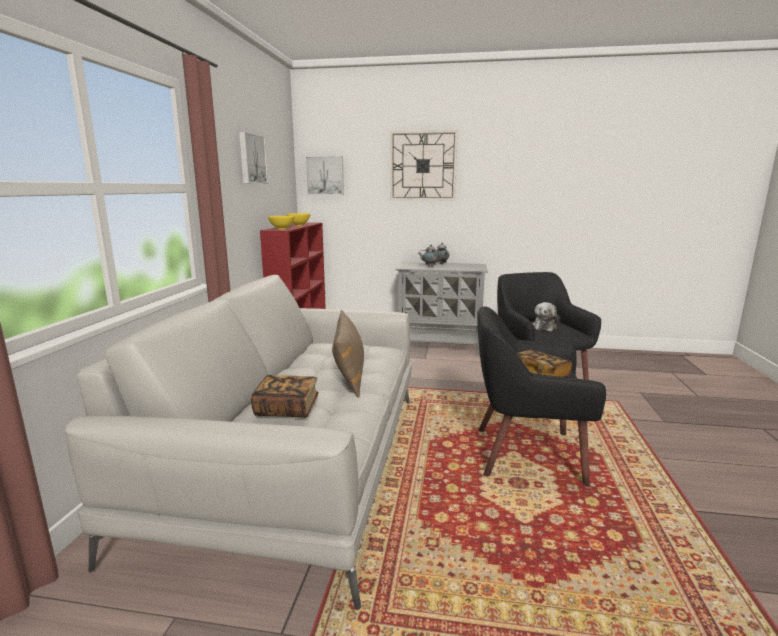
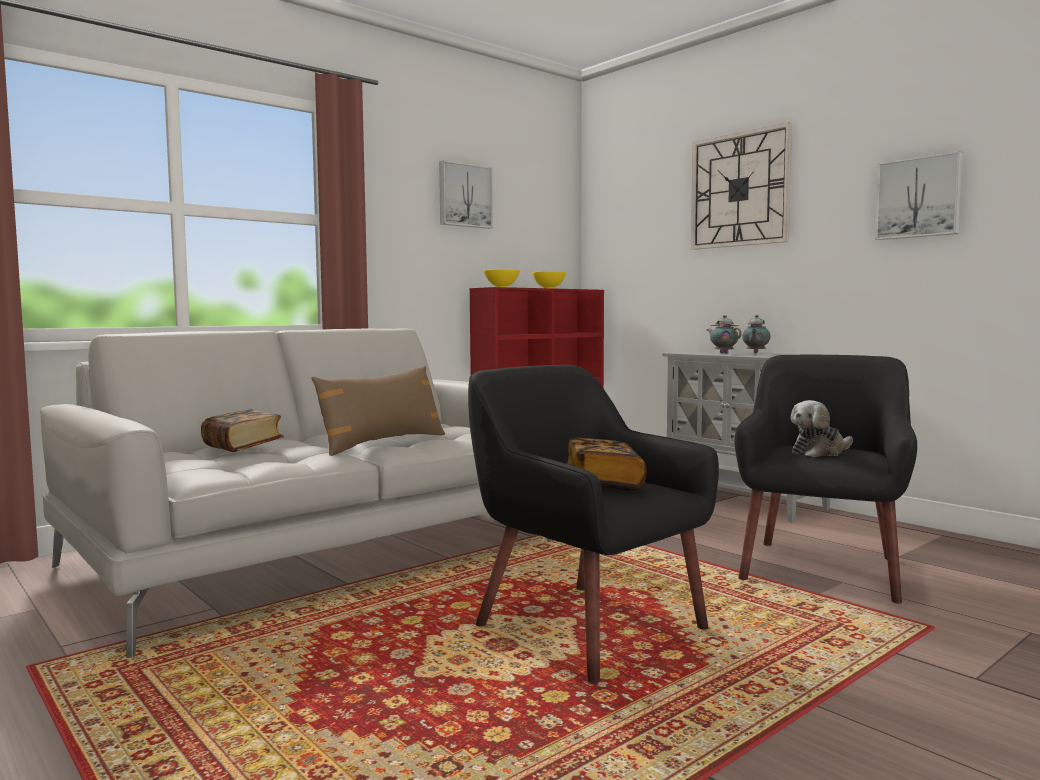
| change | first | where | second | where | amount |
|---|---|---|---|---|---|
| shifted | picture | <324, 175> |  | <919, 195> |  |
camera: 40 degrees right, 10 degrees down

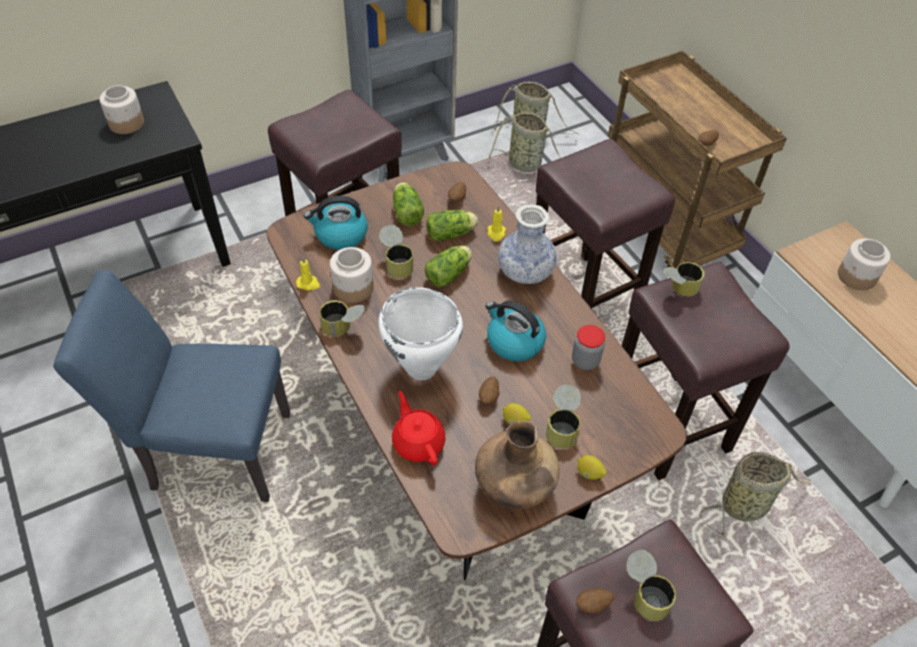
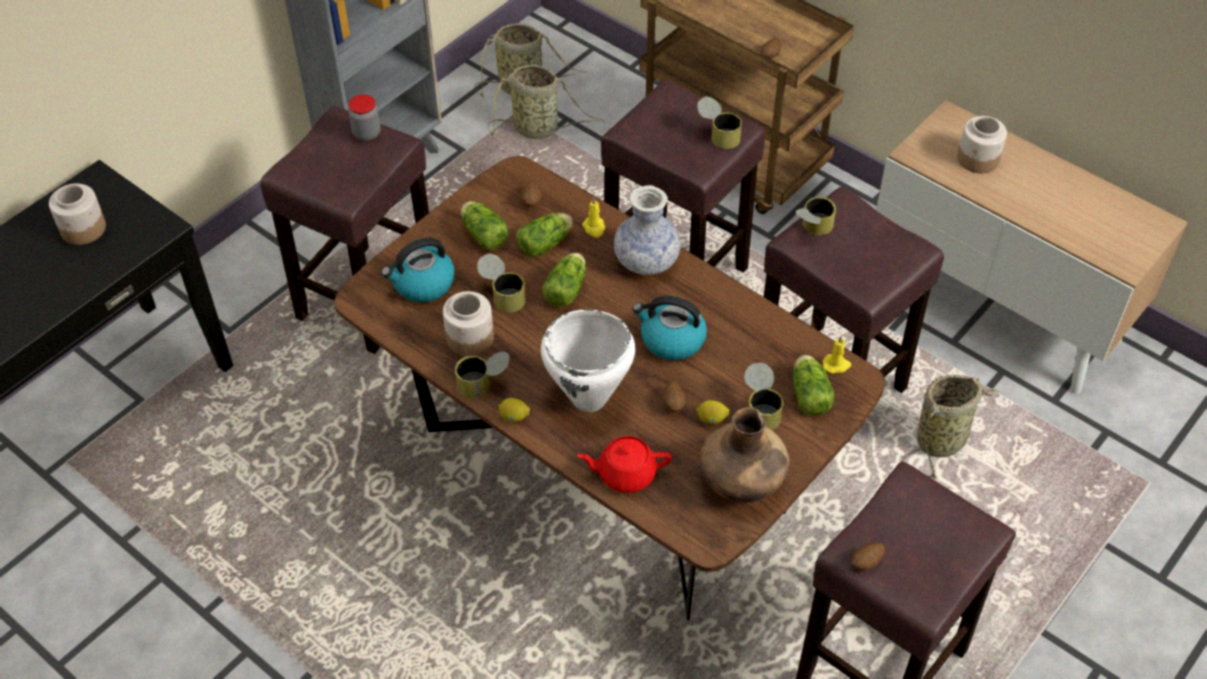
| change | first | where | second | where | amount |
|---|---|---|---|---|---|
| gone | chair/blue | <171, 386> |  |  |  |
| new |  |  | head of lettuce | <813, 385> |  |
| shifted | candle/yellow | <308, 274> |  | <836, 354> |  |
| shifted | preserve jar | <588, 347> |  | <364, 117> |  |
| shifted | citrus fruit | <592, 467> |  | <514, 410> |  |
| shifted | sealed can | <651, 585> |  | <719, 123> |  |
| rotated | teapot/red-coloured | <419, 428> |  | <624, 464> | 45 degrees counterclockwise |
camera: 20 degrees left, 0 degrees up

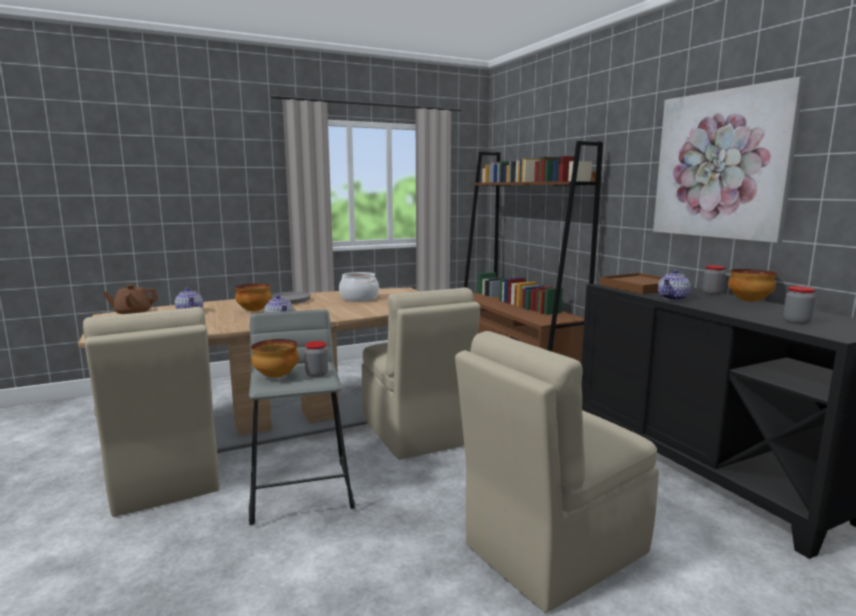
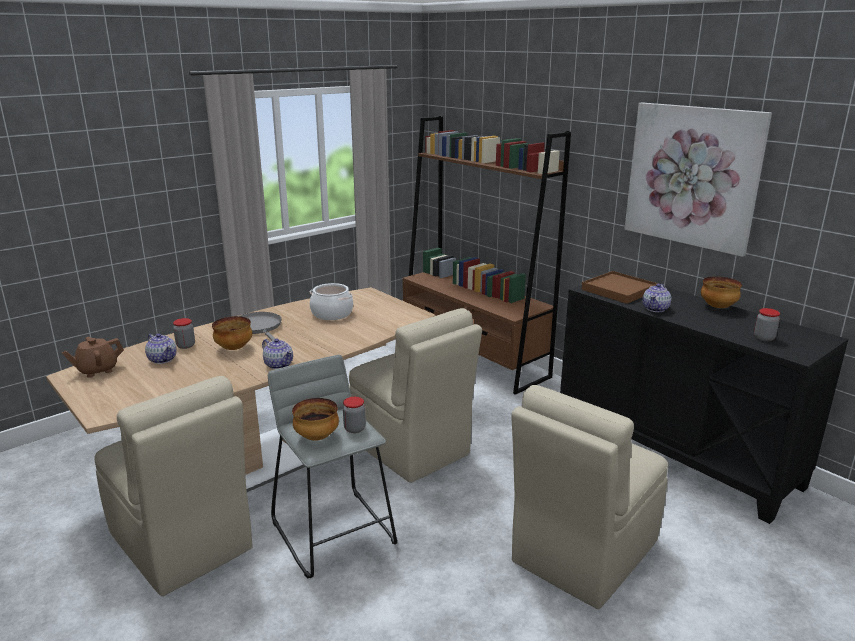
| change | first | where | second | where | amount |
|---|---|---|---|---|---|
| shifted | preserve jar | <714, 280> |  | <184, 333> |  |
camera: 15 degrees left, 10 degrees up

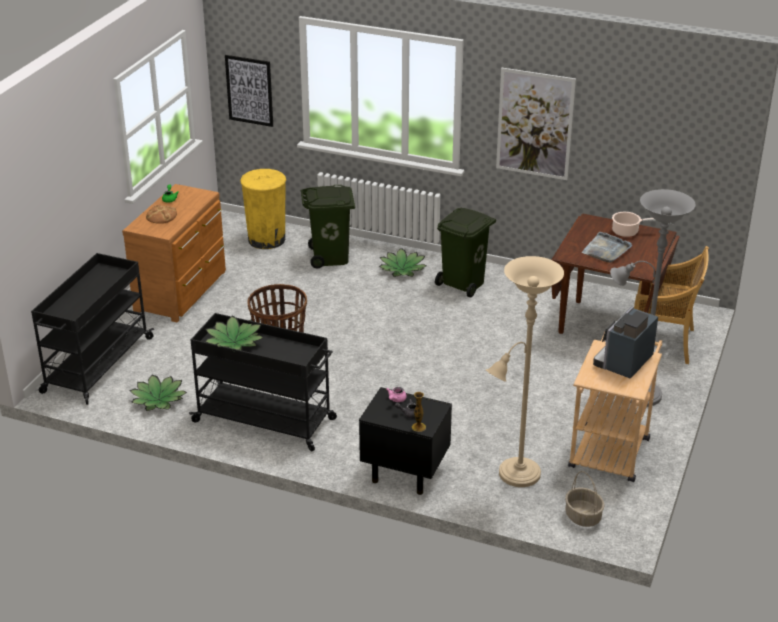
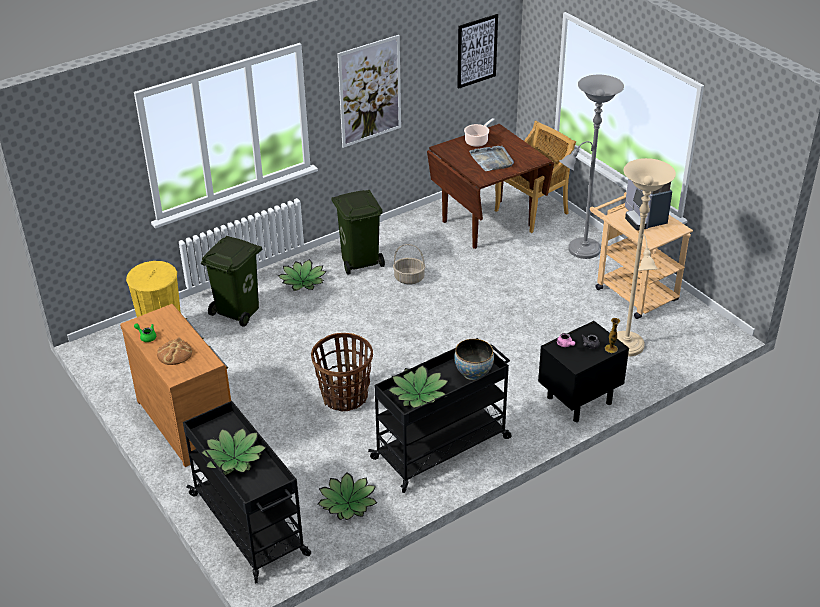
| change | first | where | second | where | amount |
|---|---|---|---|---|---|
| new |  |  | plant in a pot | <233, 451> |  |
| new |  |  | bowl | <474, 359> |  |
| shifted | picture | <249, 91> |  | <477, 51> |  |
| shifted | household basket | <585, 499> |  | <409, 264> |  |
camera: 55 degrees left, 5 degrees up

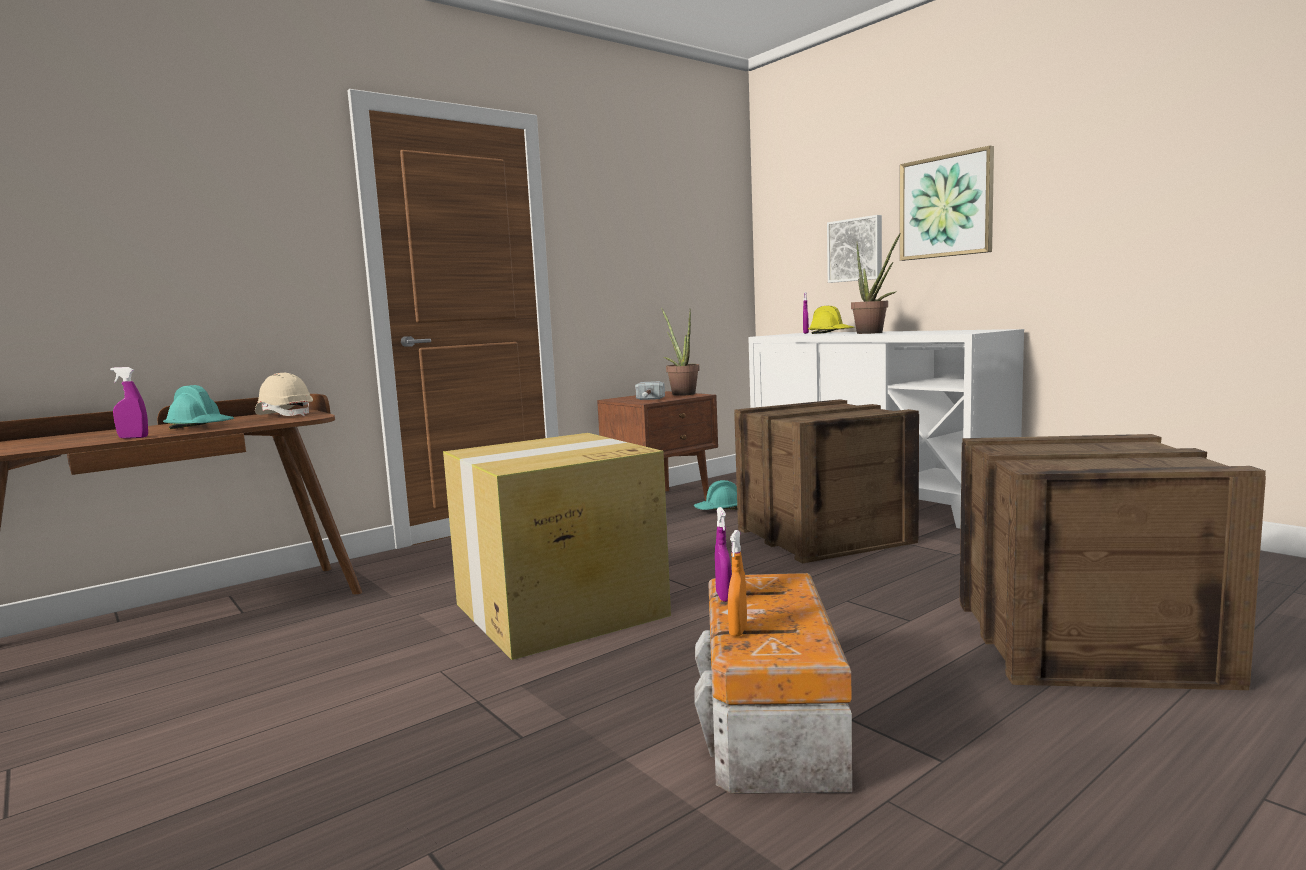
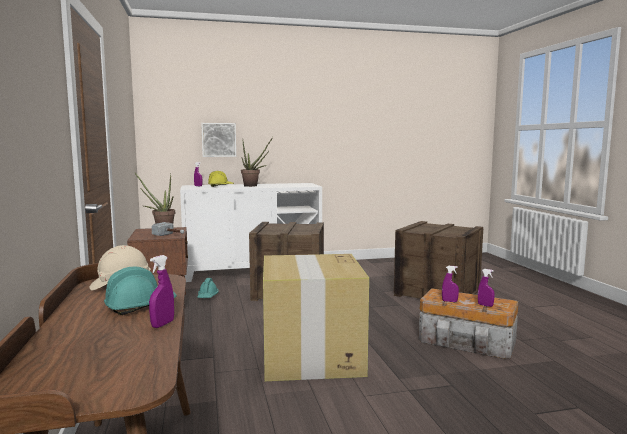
| change | first | where | second | where | amount |
|---|---|---|---|---|---|
| gone | picture | <947, 203> |  |  |  |
| repainted | spray bottle/orange-coloured | <737, 583> | spray bottle/purplish | <486, 288> |  |
camera: 65 degrees left, 0 degrees up

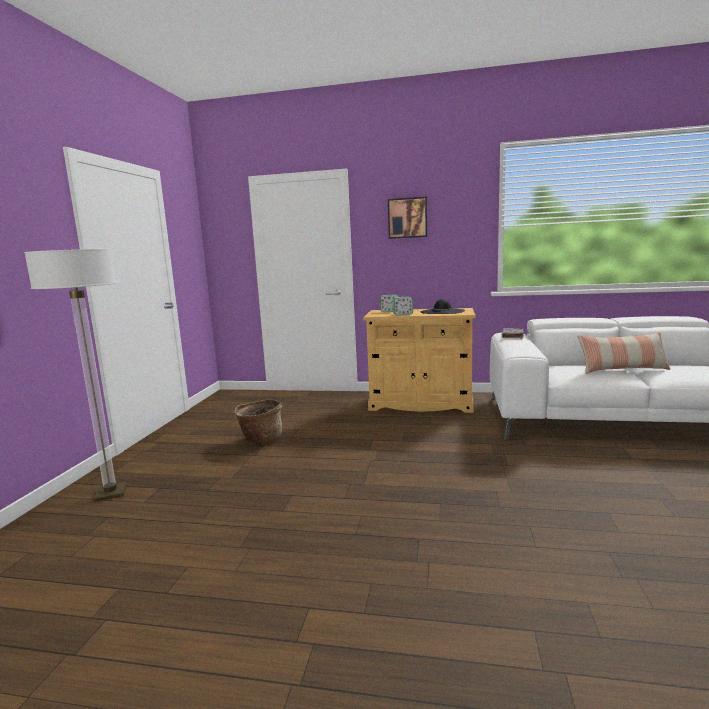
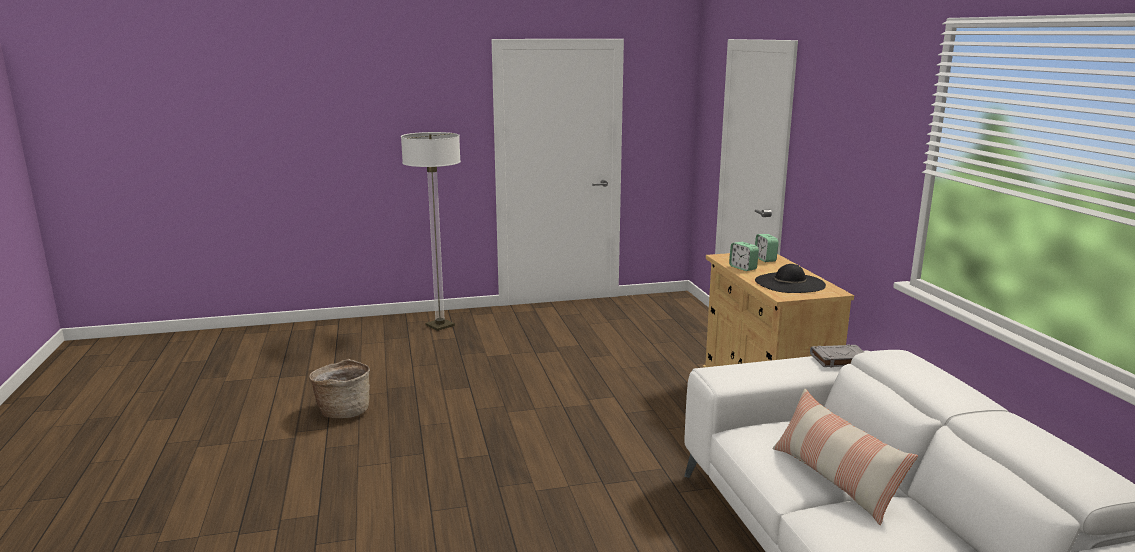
| change | first | where | second | where | amount |
|---|---|---|---|---|---|
| gone | picture | <407, 218> |  |  |  |
| shifted | household basket | <258, 422> |  | <339, 388> |  |
camera: 65 degrees right, 5 degrees up

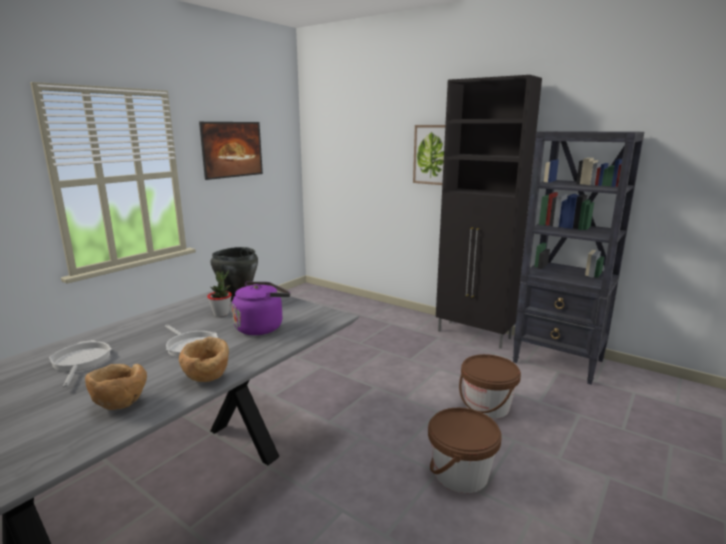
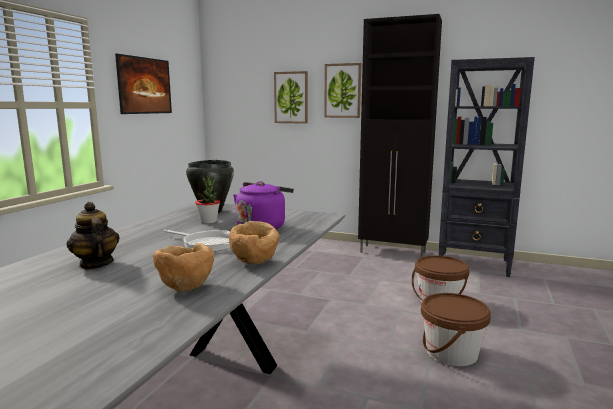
| change | first | where | second | where | amount |
|---|---|---|---|---|---|
| new |  |  | picture | <291, 97> |  |
| swapped | frying pan | <80, 364> | teapot | <93, 235> |  |
camera: 15 degrees left, 5 degrees down

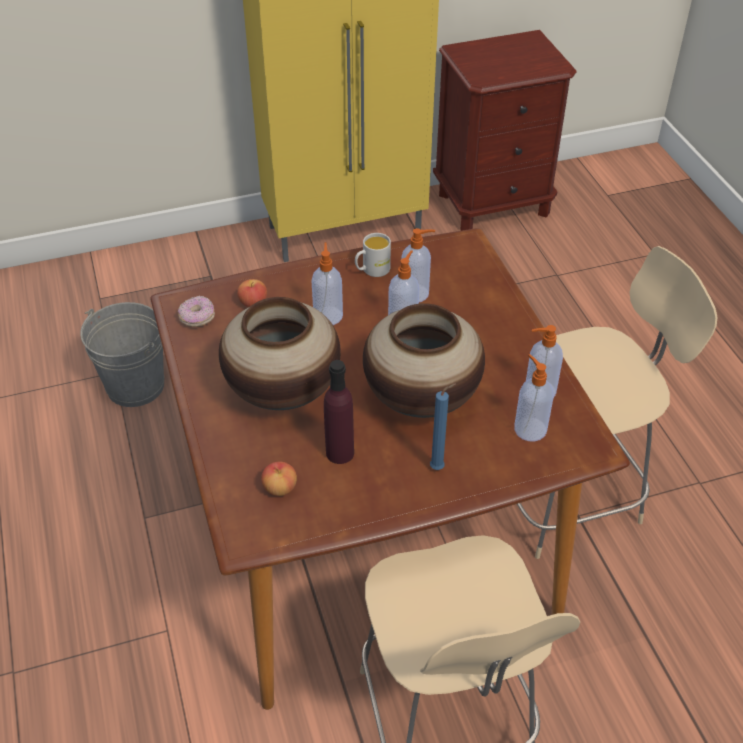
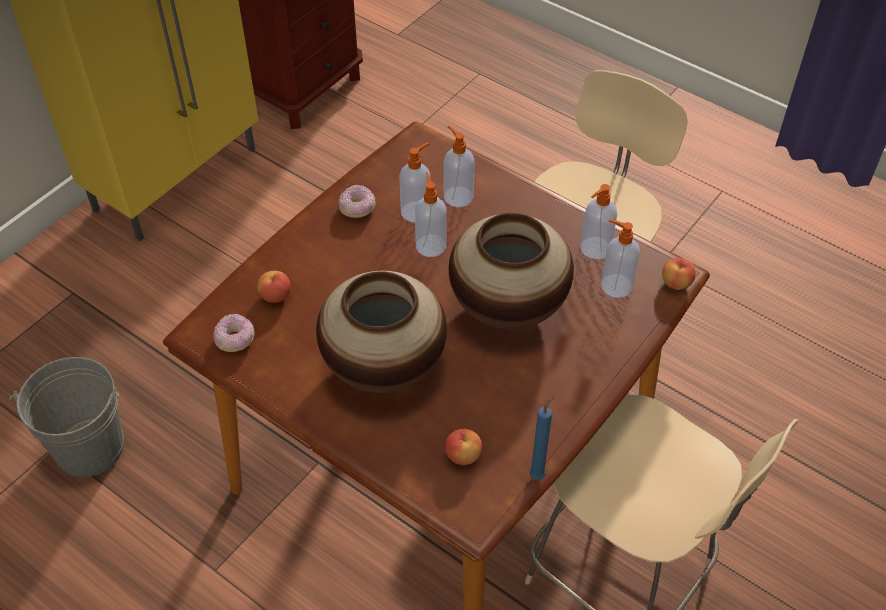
| change | first | where | second | where | amount |
|---|---|---|---|---|---|
| gone | bottle/purplish | <339, 412> |  |  |  |
| new |  |  | apple | <679, 274> |  |
| shifted | liquid soap bottle | <327, 283> |  | <459, 166> |  |
| shifted | candle/blue | <442, 427> |  | <541, 437> |  |
| swapped | coffee mug/white | <373, 255> | donut | <357, 201> |  |
camera: 35 degrees left, 5 degrees up

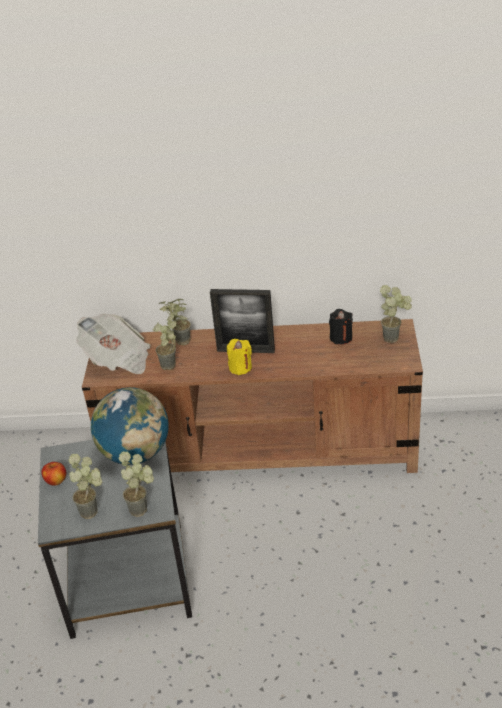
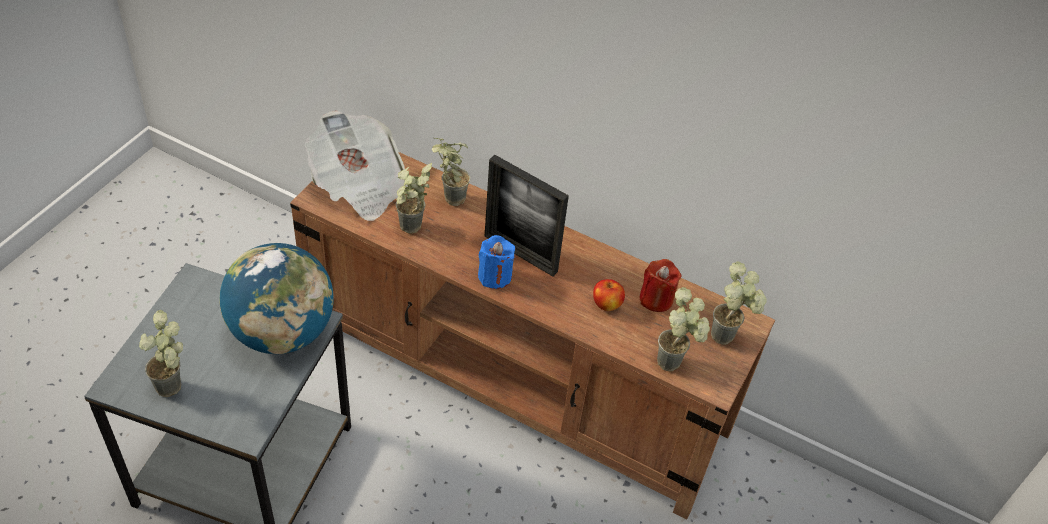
| change | first | where | second | where | amount |
|---|---|---|---|---|---|
| shifted | apple | <53, 474> |  | <609, 295> |  |
| shifted | plant in a pot | <136, 484> |  | <683, 329> |  |
| repainted | candle/yellow | <239, 357> | candle/blue | <496, 262> |  |
| repainted | candle/blackish | <341, 326> | candle/red-coloured | <660, 285> |  |
camera: 20 degrees right, 10 degrees up

